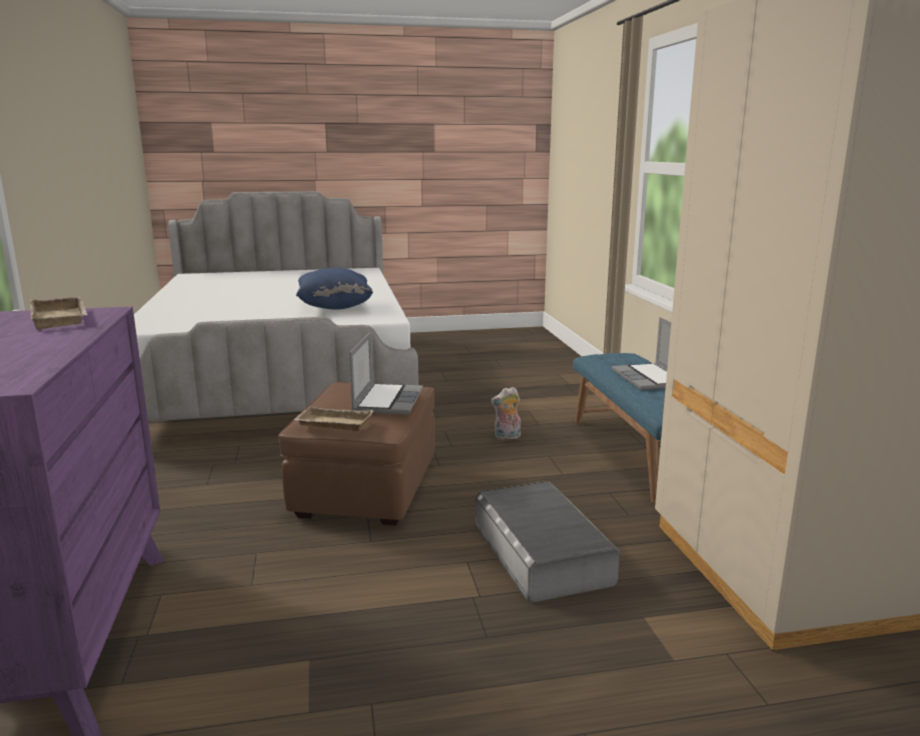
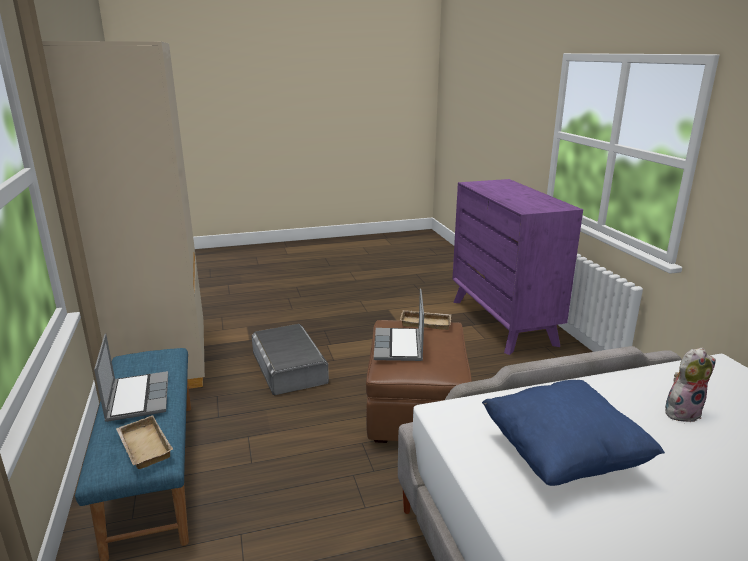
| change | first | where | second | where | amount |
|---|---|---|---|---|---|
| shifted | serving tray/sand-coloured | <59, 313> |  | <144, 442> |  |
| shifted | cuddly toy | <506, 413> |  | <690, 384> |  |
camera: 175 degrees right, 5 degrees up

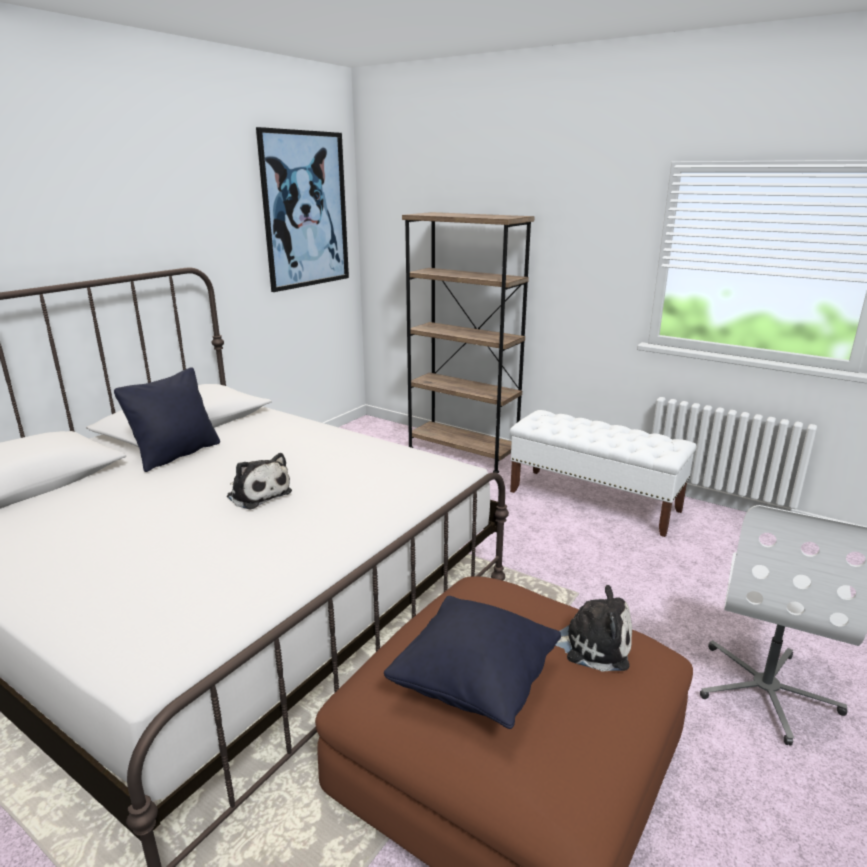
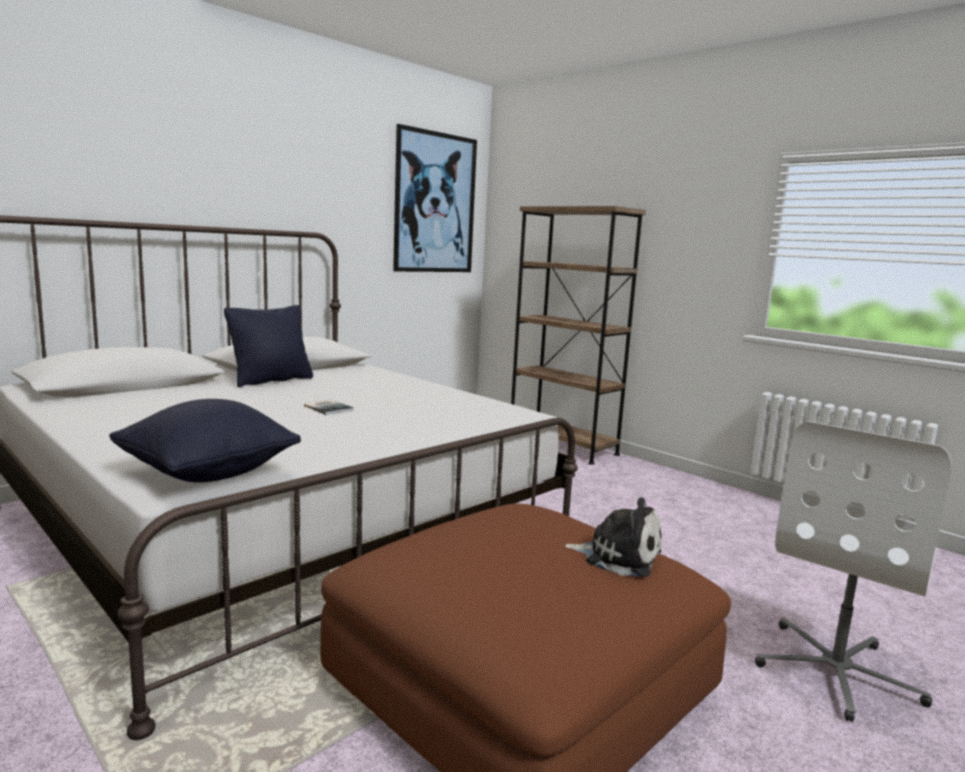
| change | first | where | second | where | amount |
|---|---|---|---|---|---|
| gone | indoor bench/white | <603, 473> |  |  |  |
| shifted | cushion/blackish | <472, 662> |  | <205, 441> |  |
| swapped | cuddly toy | <259, 481> | bound book | <329, 407> |  |
camera: 10 degrees right, 10 degrees down

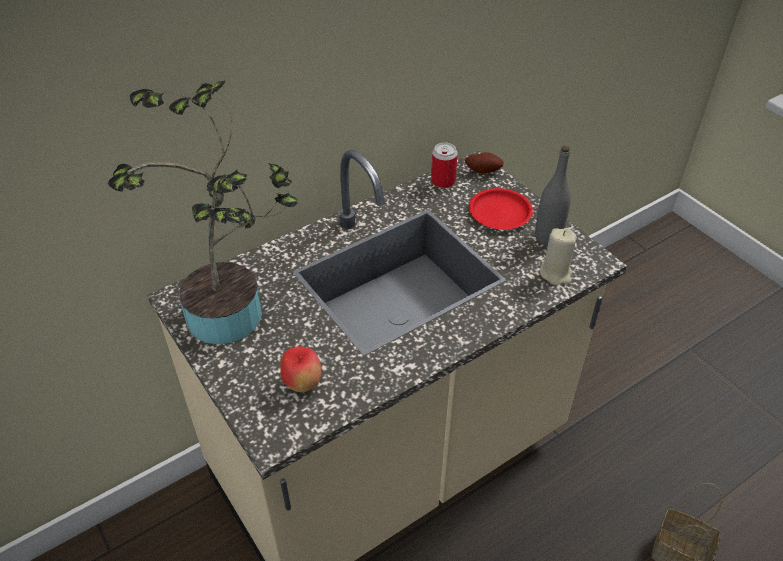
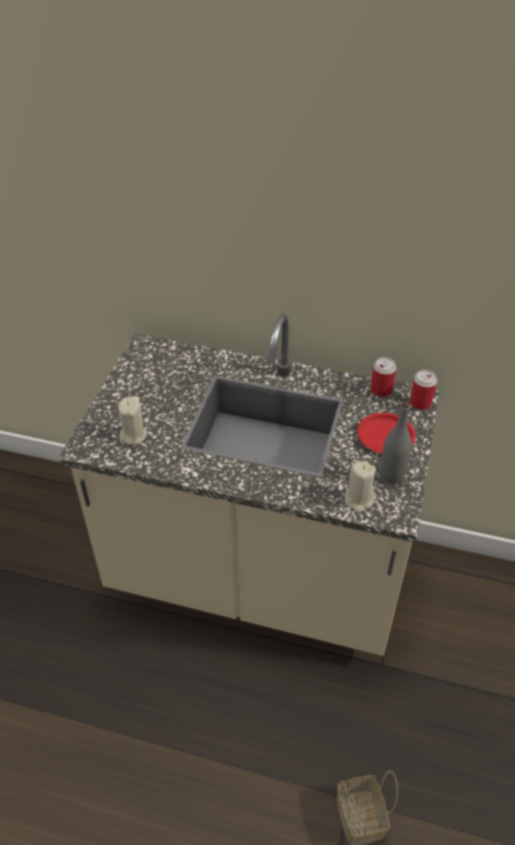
| change | first | where | second | where | amount |
|---|---|---|---|---|---|
| gone | plant in a pot | <202, 212> |  |  |  |
| swapped | apple | <300, 369> | candle/sand-coloured | <132, 421> |  |
| swapped | potato | <484, 163> | sealed can | <423, 390> |  |
camera: 50 degrees right, 0 degrees up

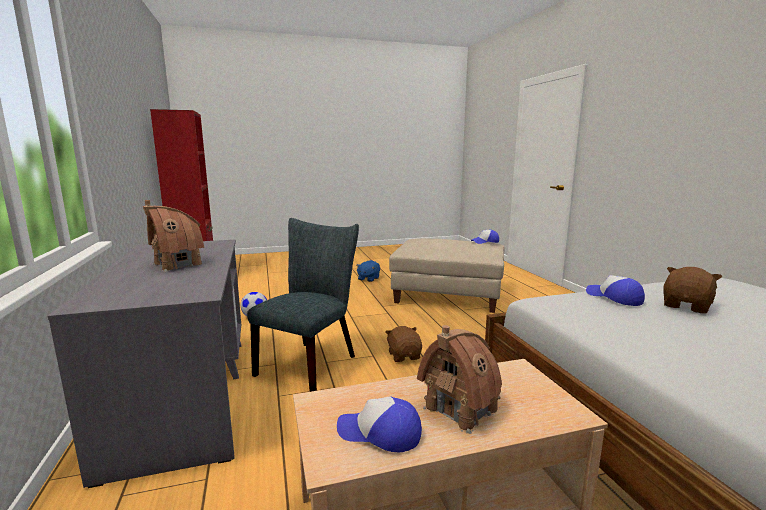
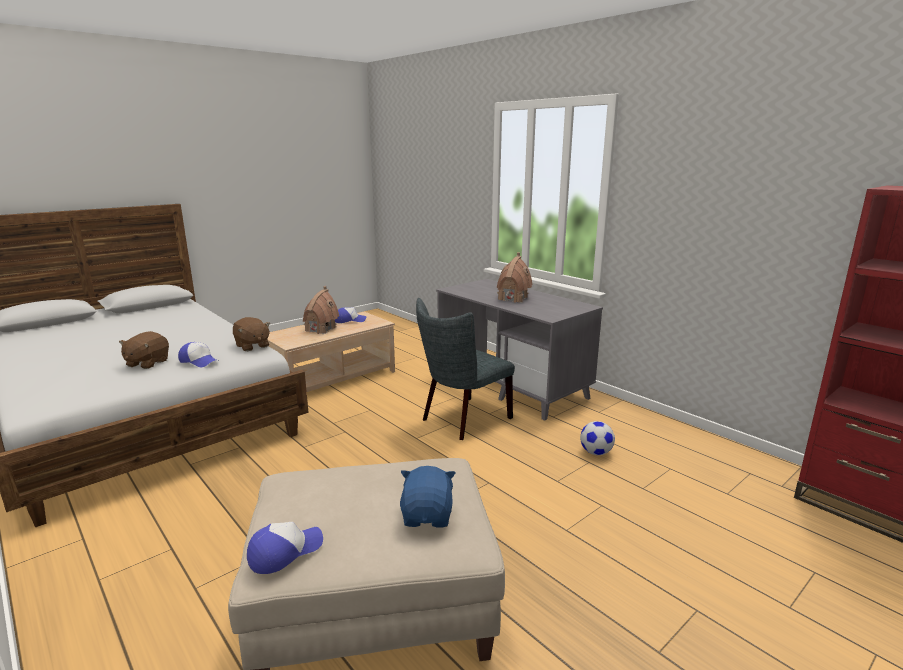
| change | first | where | second | where | amount |
|---|---|---|---|---|---|
| shifted | cuddly toy/blue | <368, 271> |  | <427, 496> |  |
| shifted | cuddly toy/brown | <403, 344> |  | <251, 334> |  |
| rotated | chair/grey | <303, 305> |  | <465, 369> | 45 degrees clockwise |
camera: 155 degrees right, 5 degrees up

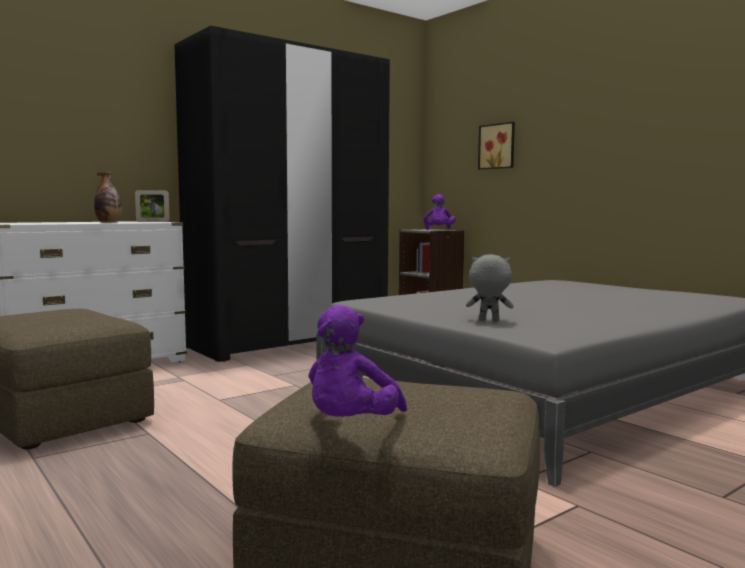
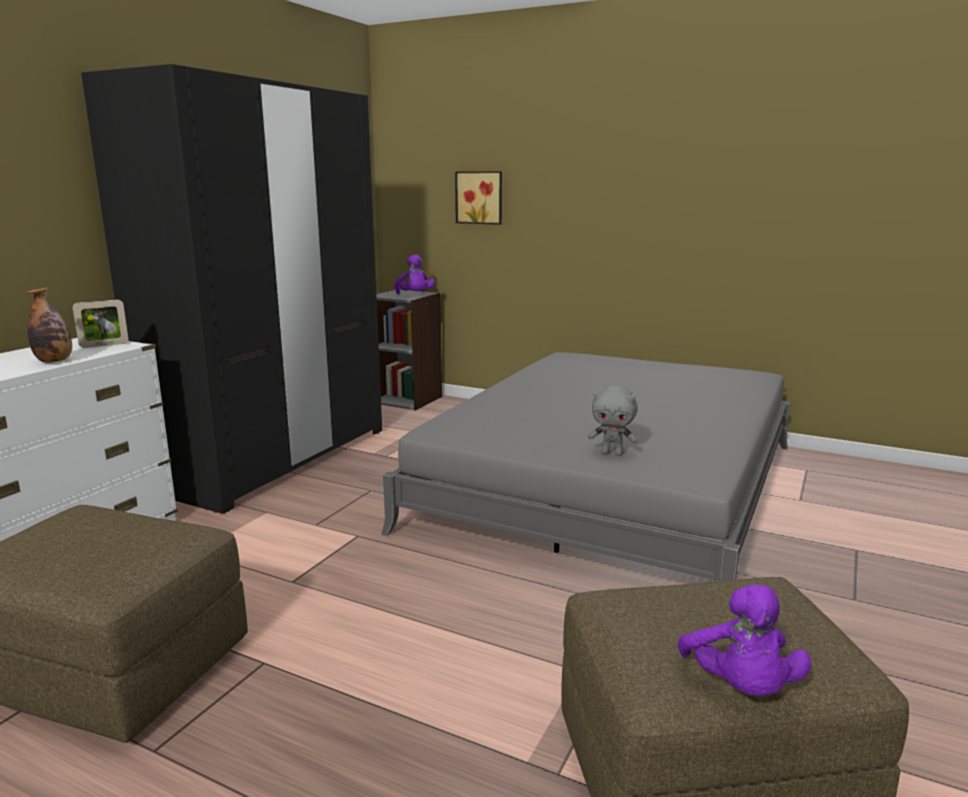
| change | first | where | second | where | amount |
|---|---|---|---|---|---|
| rotated | cuddly toy/grey | <490, 288> |  | <613, 420> | 150 degrees counterclockwise |
camera: 25 degrees left, 10 degrees up

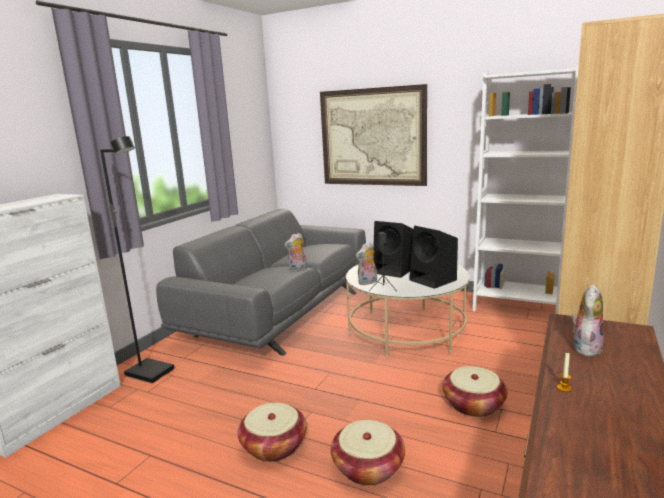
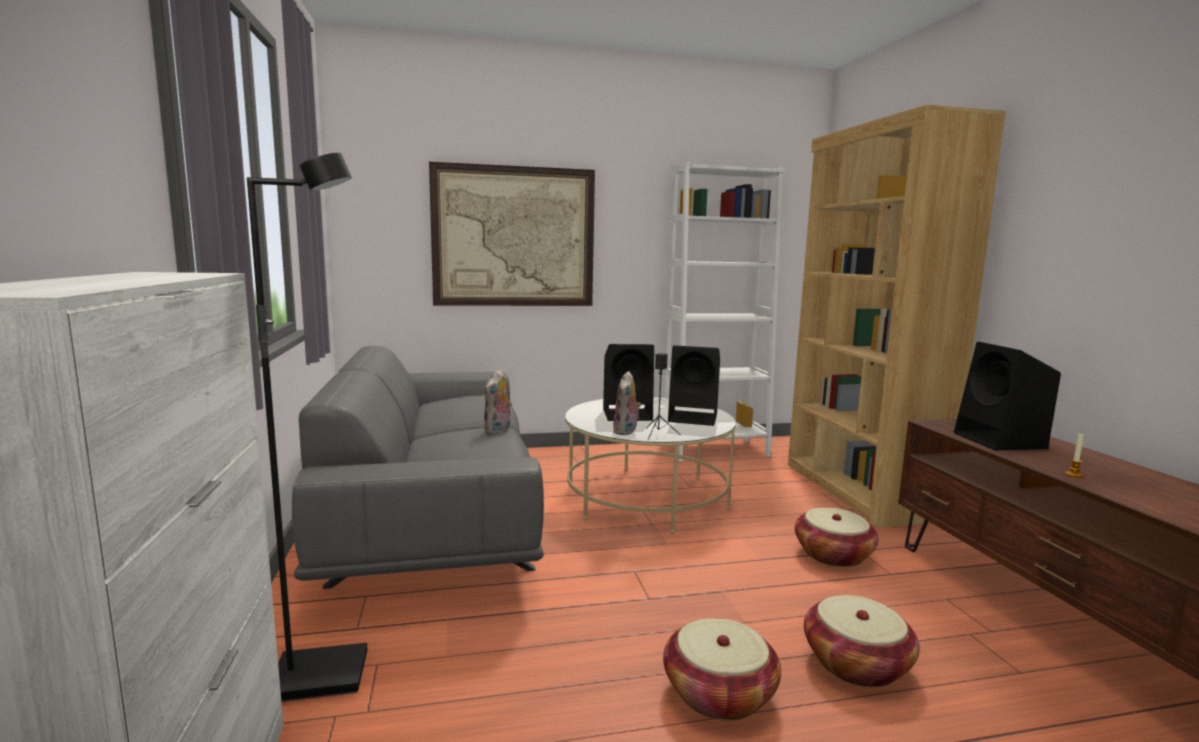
| change | first | where | second | where | amount |
|---|---|---|---|---|---|
| swapped | cuddly toy | <587, 320> | speaker/blackish | <1007, 396> |  |
camera: 40 degrees left, 5 degrees down

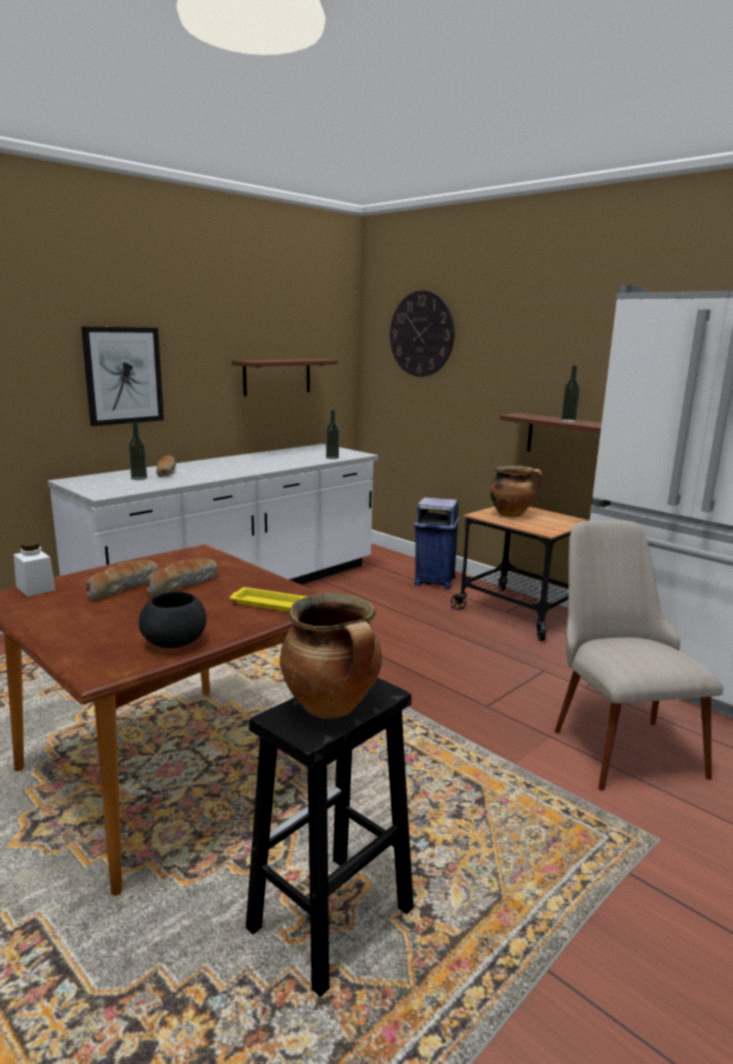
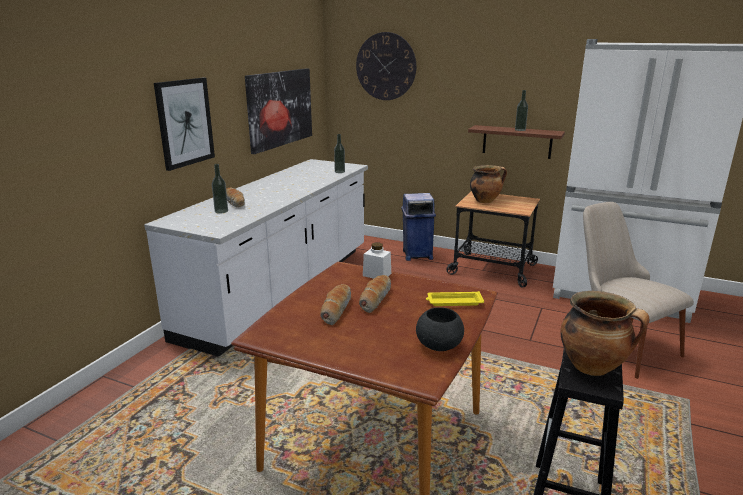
| change | first | where | second | where | amount |
|---|---|---|---|---|---|
| shifted | preserve jar/white | <34, 569> |  | <377, 260> |  |
| swapped | shelf/brown | <285, 377> | picture | <278, 111> |  |
camera: 20 degrees left, 5 degrees up

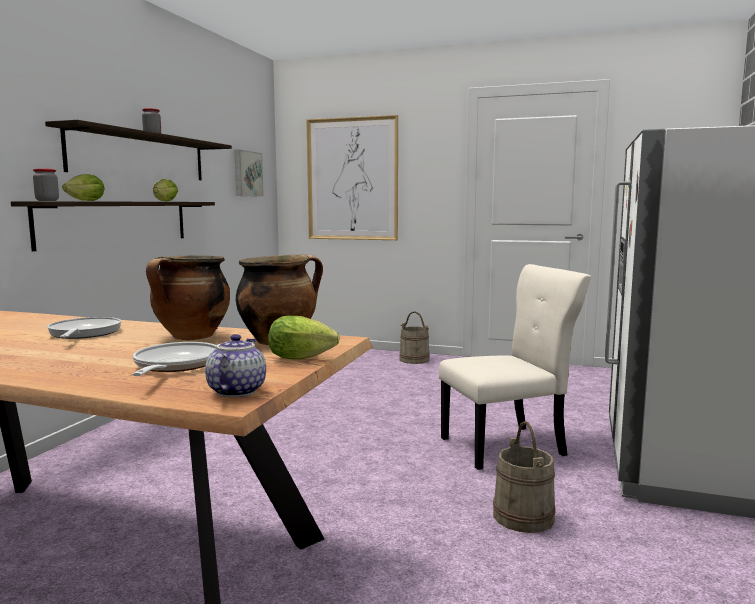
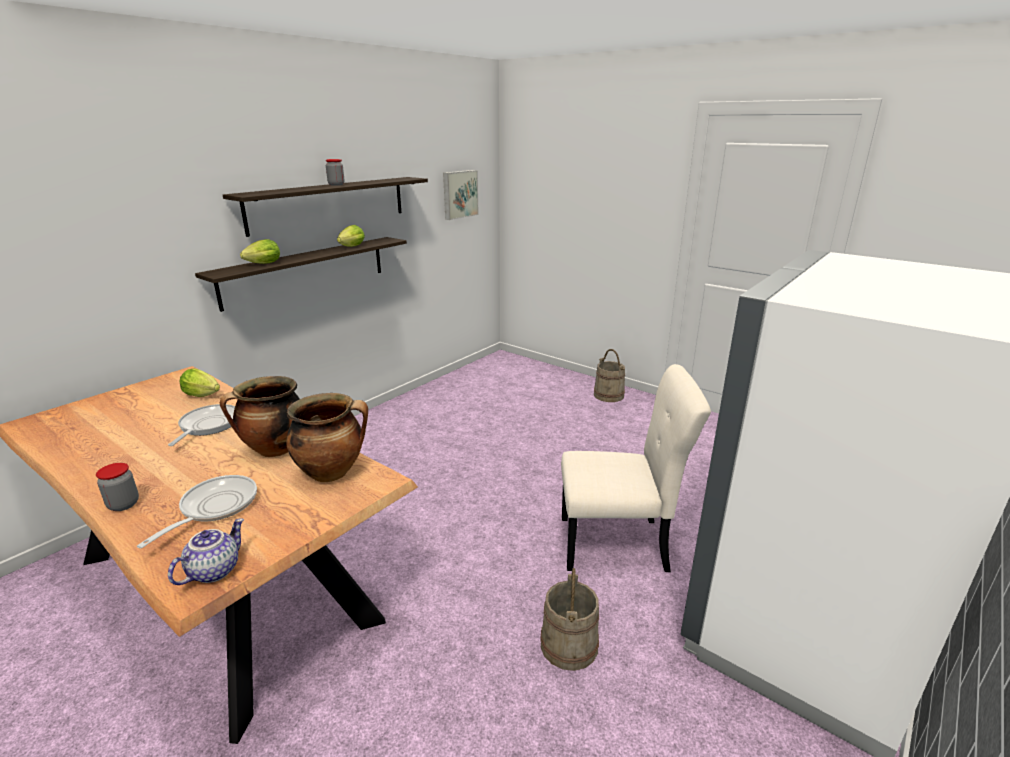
| change | first | where | second | where | amount |
|---|---|---|---|---|---|
| gone | picture | <352, 177> |  |  |  |
| shifted | preserve jar | <46, 184> |  | <117, 487> |  |
| shifted | head of lettuce | <304, 338> |  | <199, 383> |  |
camera: 20 degrees right, 15 degrees up

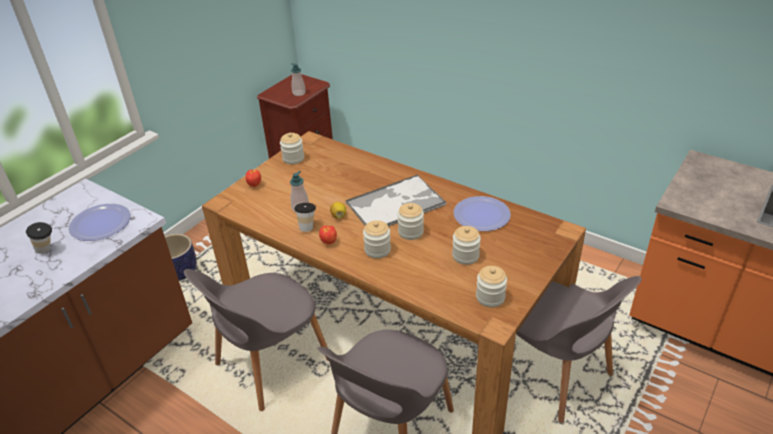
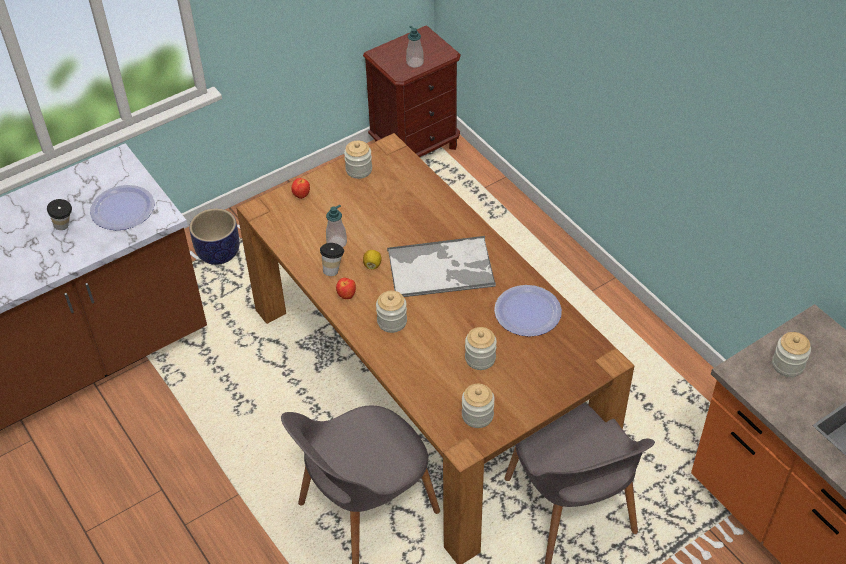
| change | first | where | second | where | amount |
|---|---|---|---|---|---|
| gone | chair/grey | <256, 340> |  |  |  |
| shifted | preserve jar | <410, 221> |  | <791, 354> |  |
camera: 20 degrees right, 10 degrees up

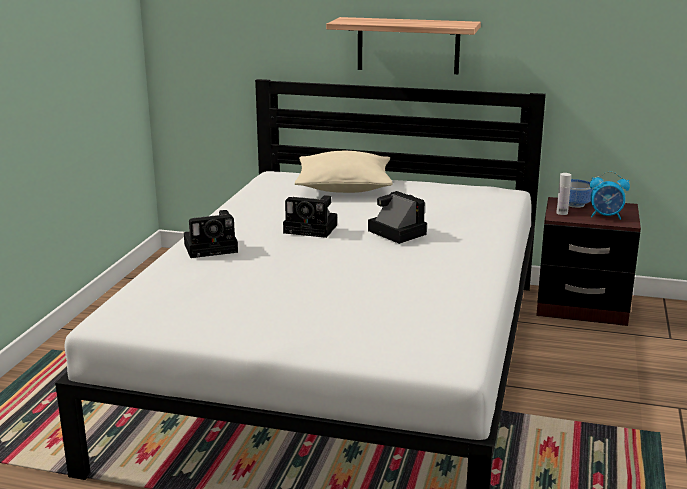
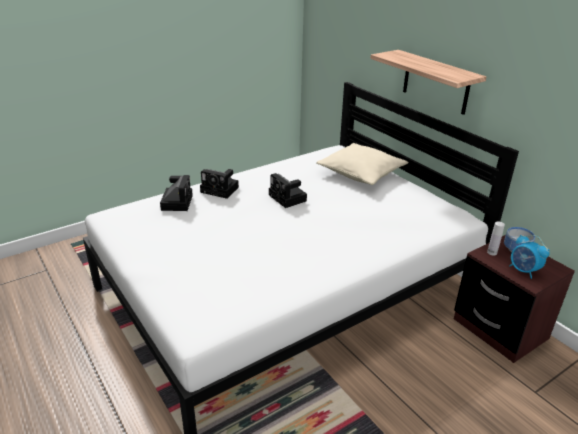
| change | first | where | second | where | amount |
|---|---|---|---|---|---|
| shifted | still camera | <397, 217> |  | <176, 193> |  |
camera: 40 degrees right, 10 degrees up

